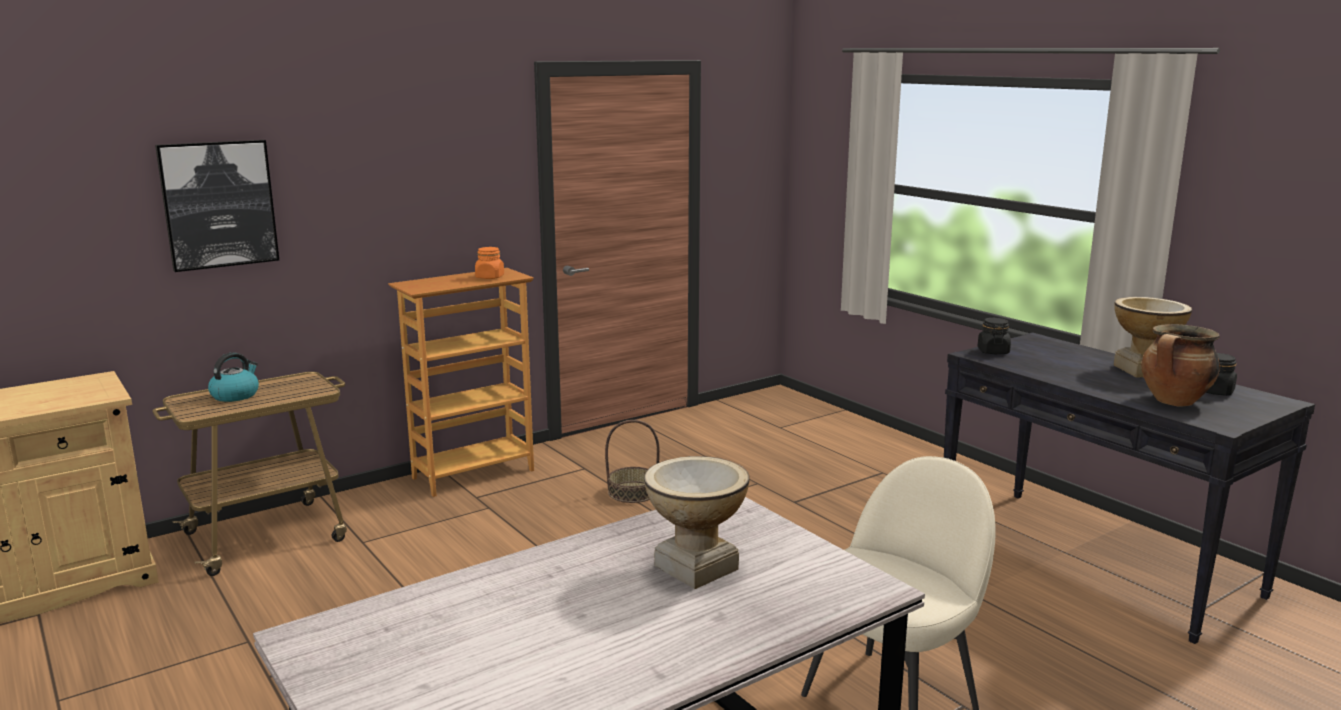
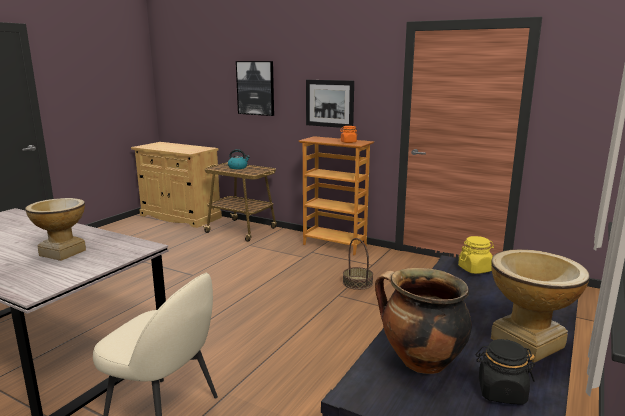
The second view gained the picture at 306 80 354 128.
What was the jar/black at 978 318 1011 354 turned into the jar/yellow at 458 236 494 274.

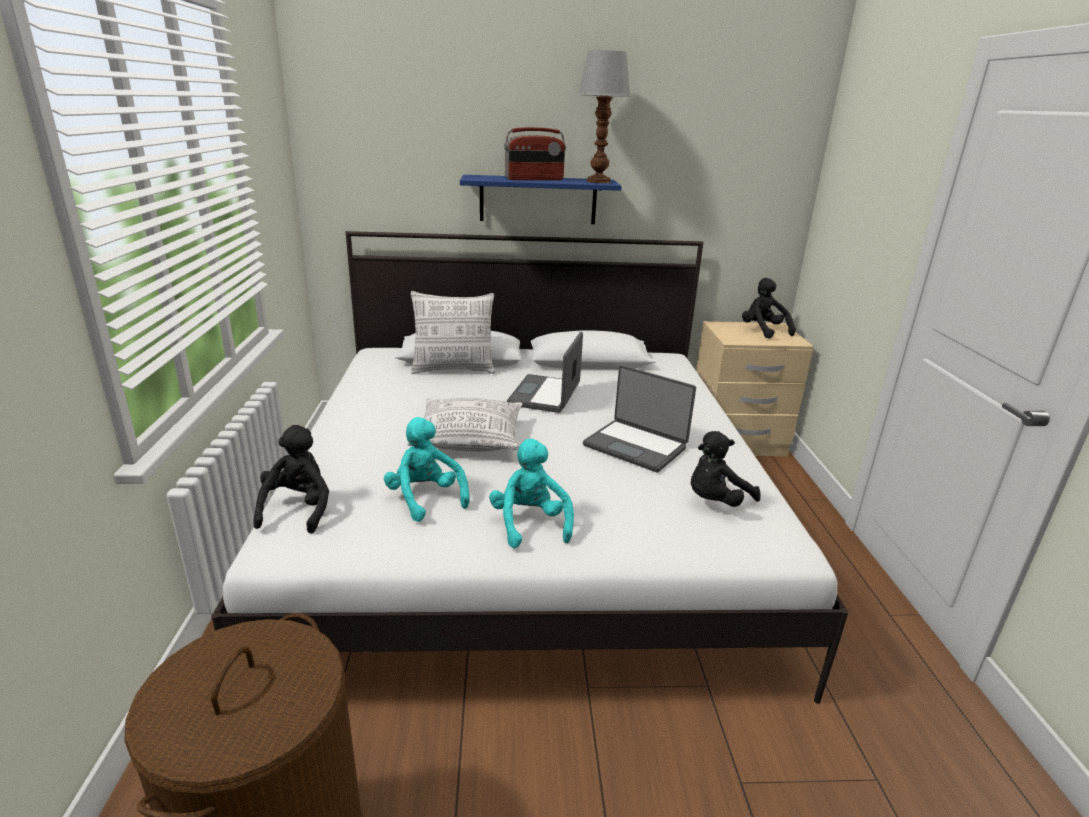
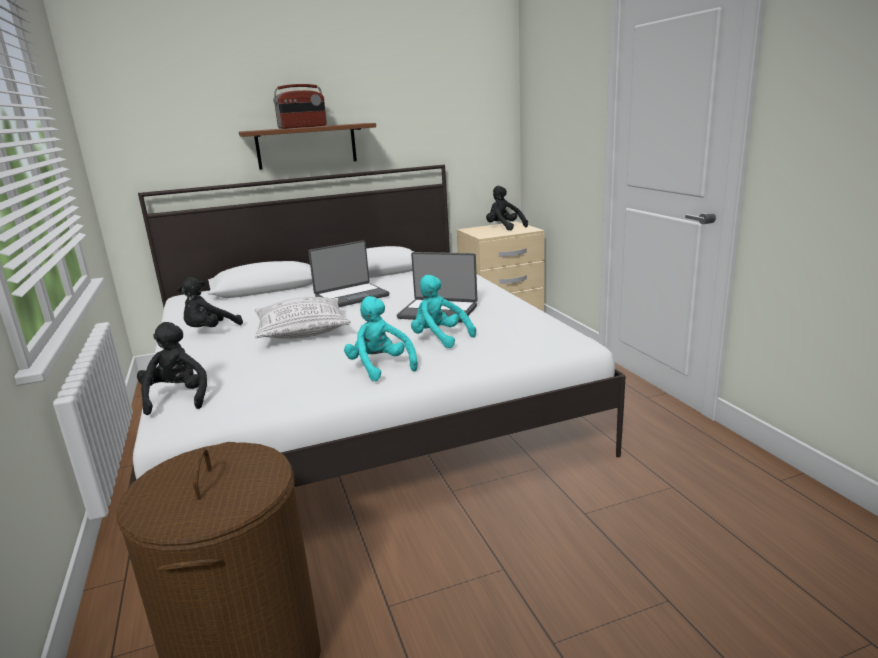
The second view lost the pillow at 411 291 495 374.
The second view lost the table lamp at 578 50 631 183.
The plush toy/turquoise ended up elsewhere, having gone from 384 417 470 522 to 411 275 476 348.
The plush toy/black ended up elsewhere, having gone from 691 431 761 507 to 177 277 243 327.
What was the shelf/blue at 460 175 622 224 turned into the shelf/brown at 239 123 376 170.
The laptop at 507 332 583 413 ended up facing another way, 120 degrees counterclockwise from before.

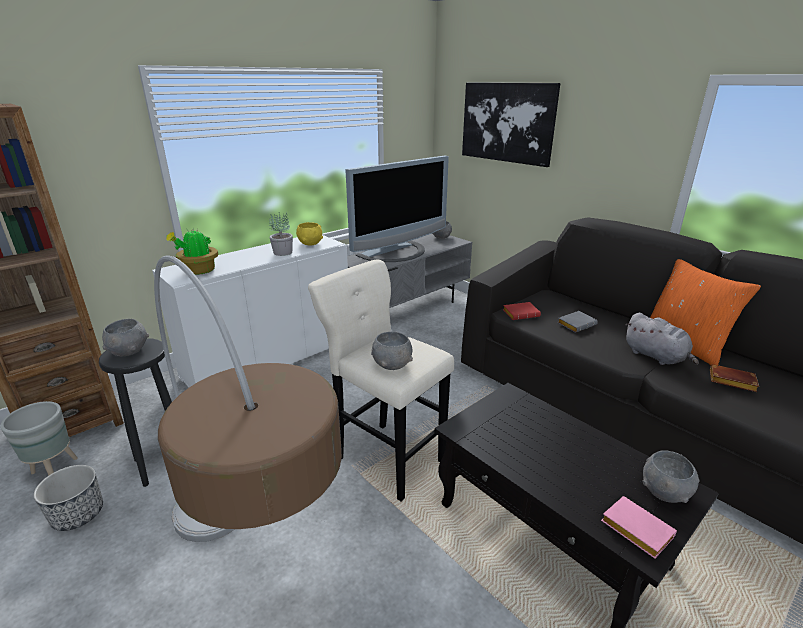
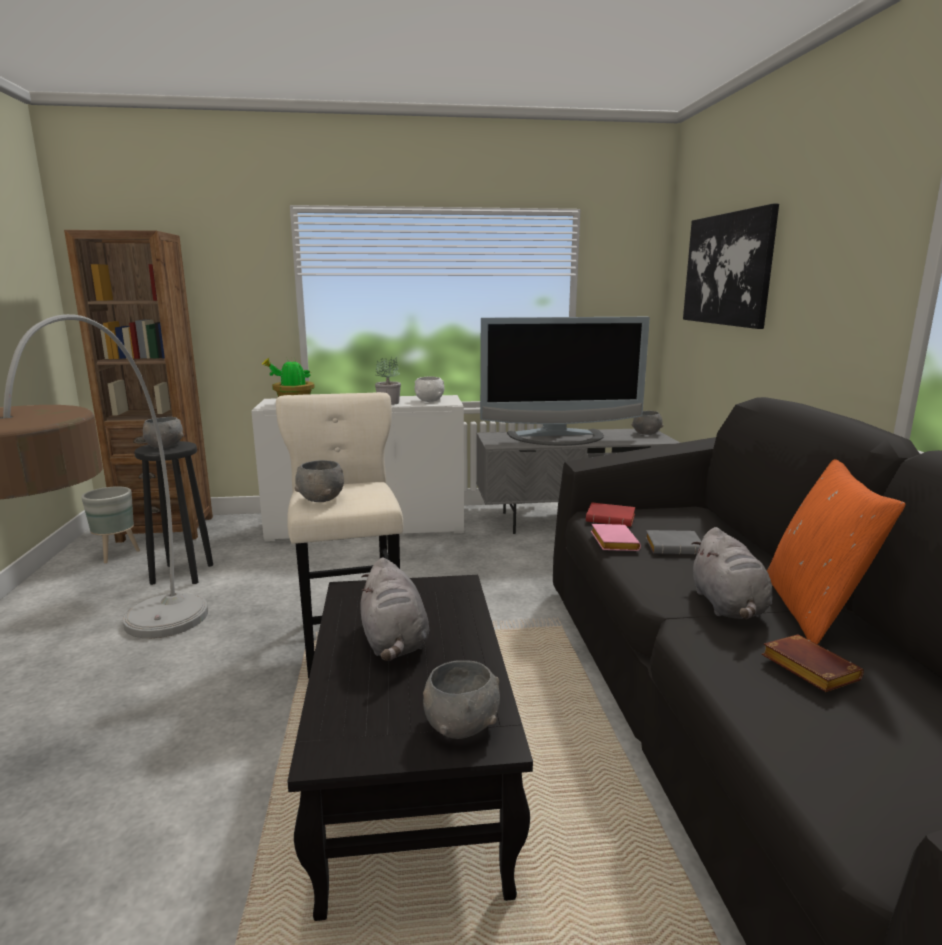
The second view lost the planter at 33 465 103 531.
The second view gained the plush toy/grey at 360 558 429 661.
The book/pink ended up elsewhere, having gone from 601 496 677 559 to 591 524 641 551.
What was the bowl/yellow at 296 222 323 246 turned into the bowl/white at 414 376 445 402.

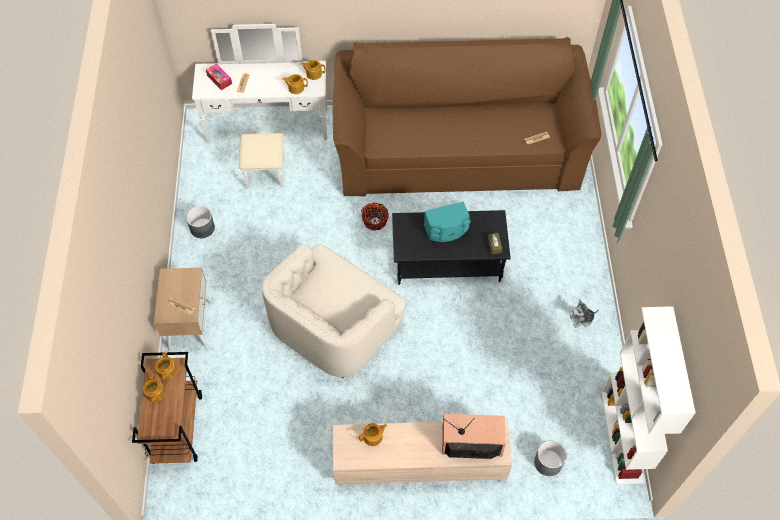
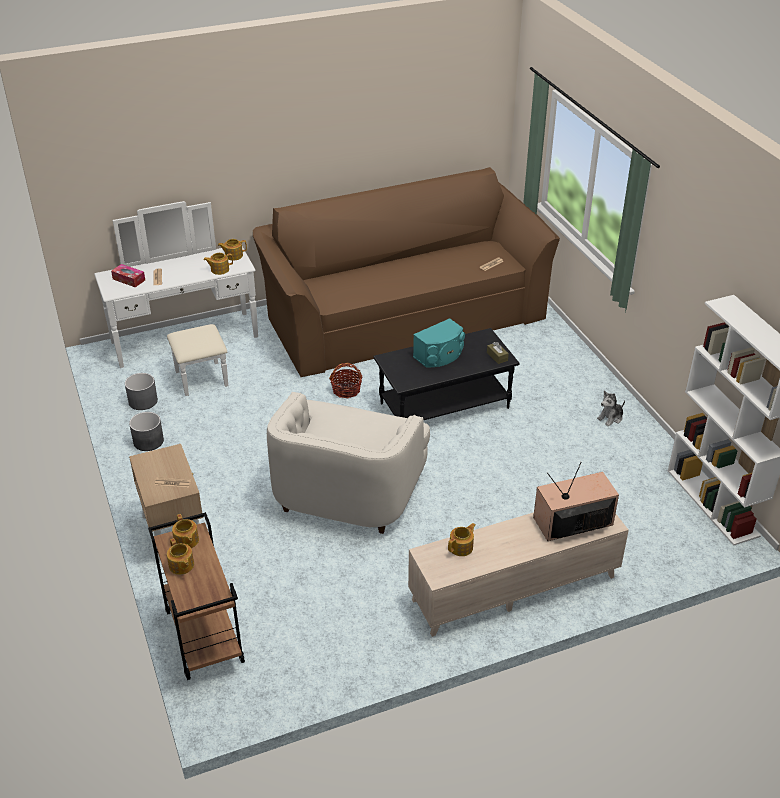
The planter/grey ended up elsewhere, having gone from 534 441 567 476 to 125 373 158 410.

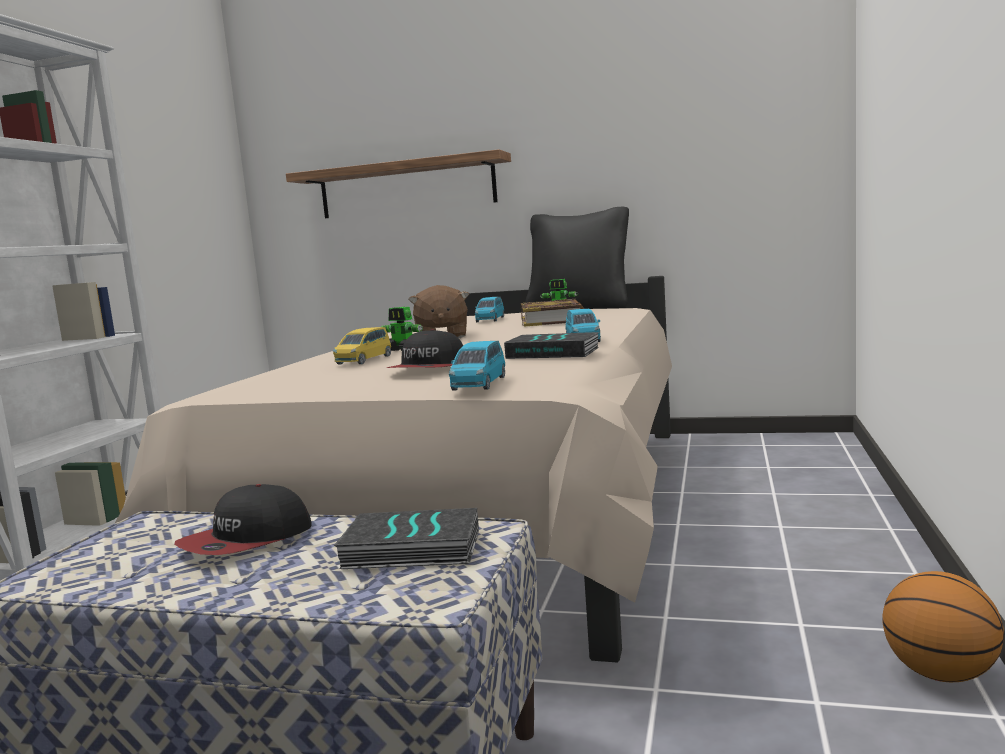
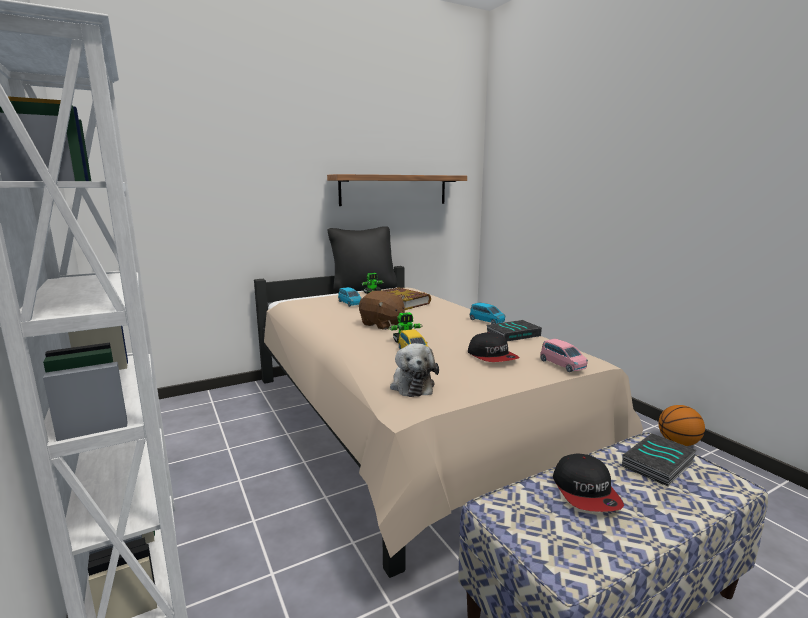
The second view gained the plush toy at 390 343 439 397.
The shelf ended up elsewhere, having gone from 286 149 511 218 to 327 174 467 206.
What was the toy car/blue at 449 341 505 391 turned into the toy car/pink at 540 339 588 372.

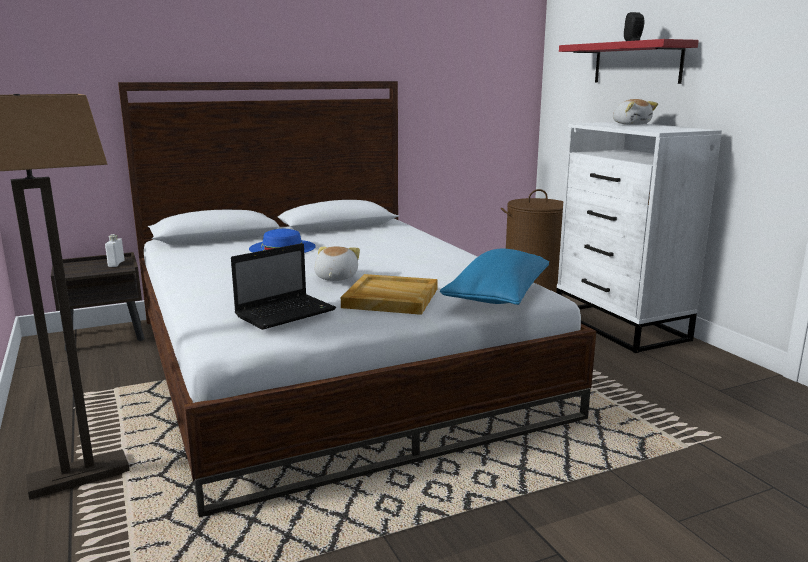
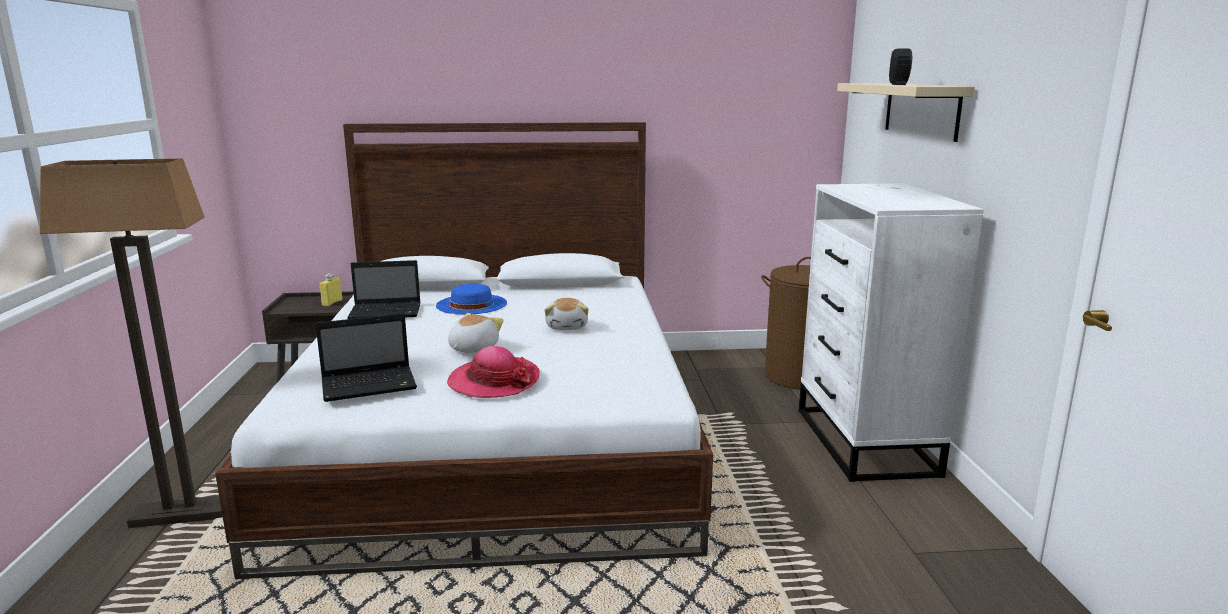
The second view lost the pillow/blue at 440 248 549 305.
The second view gained the laptop at 347 260 421 319.
The plush toy ended up elsewhere, having gone from 613 99 658 125 to 545 298 588 330.
Where the tray/beige stood at 341 274 438 315, the hat came to stand at 447 346 540 398.
What was the bottle/white at 105 234 125 267 turned into the bottle/yellow at 319 273 342 306.
What was the shelf/red at 559 39 699 84 turned into the shelf/beige at 837 83 975 142.

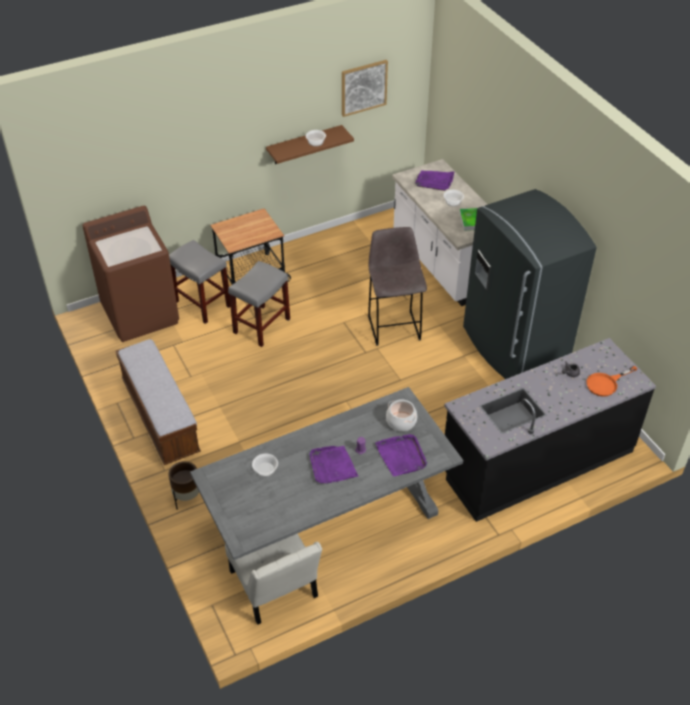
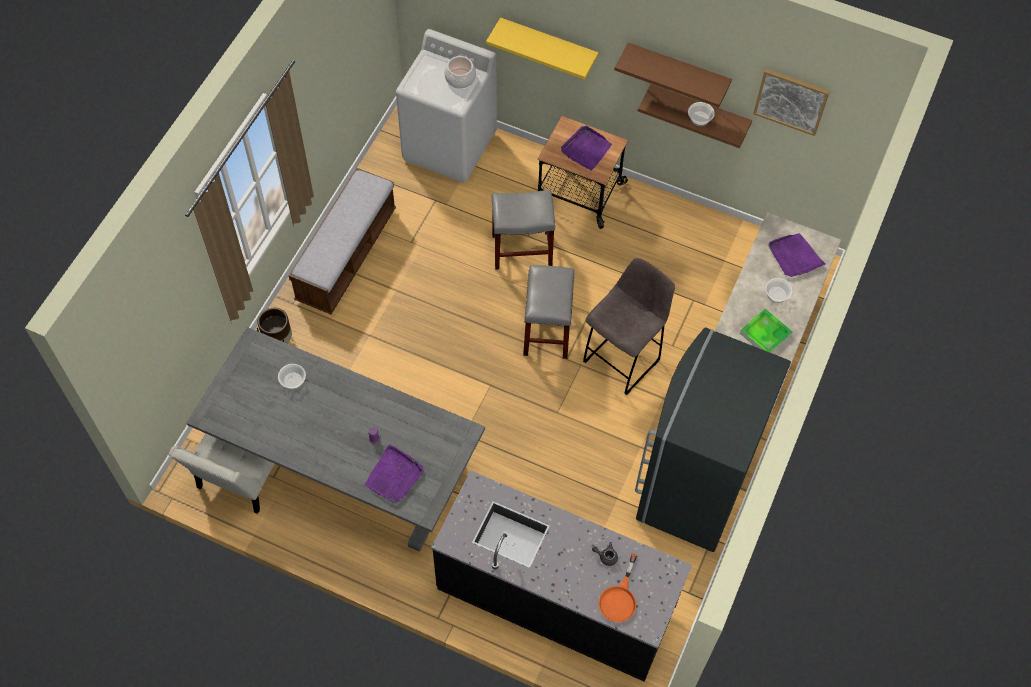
The second view gained the shelf/yellow at 486 18 599 80.
The second view gained the shelf/brown at 614 43 732 108.
The stool/grey ended up elsewhere, having gone from 169 240 230 324 to 523 265 574 359.
The tray/purple ended up elsewhere, having gone from 309 446 358 483 to 561 126 612 171.
The cooking pot ended up elsewhere, having gone from 386 399 417 432 to 444 55 476 89.
What was the washing machine/brown at 82 206 179 342 turned into the washing machine/white at 396 29 497 183.
The frying pan/orange at 586 366 637 397 ended up facing another way, 90 degrees counterclockwise from before.

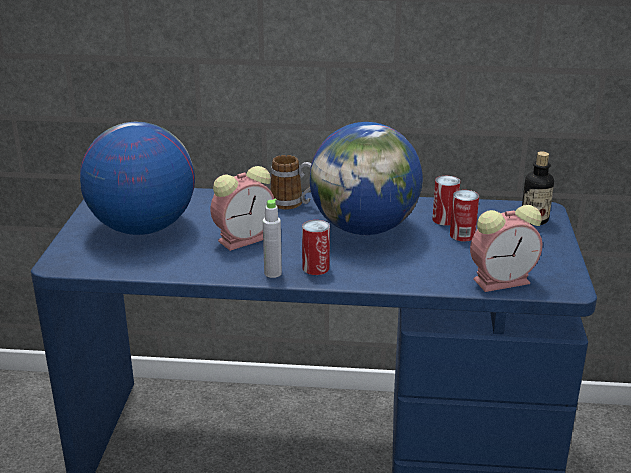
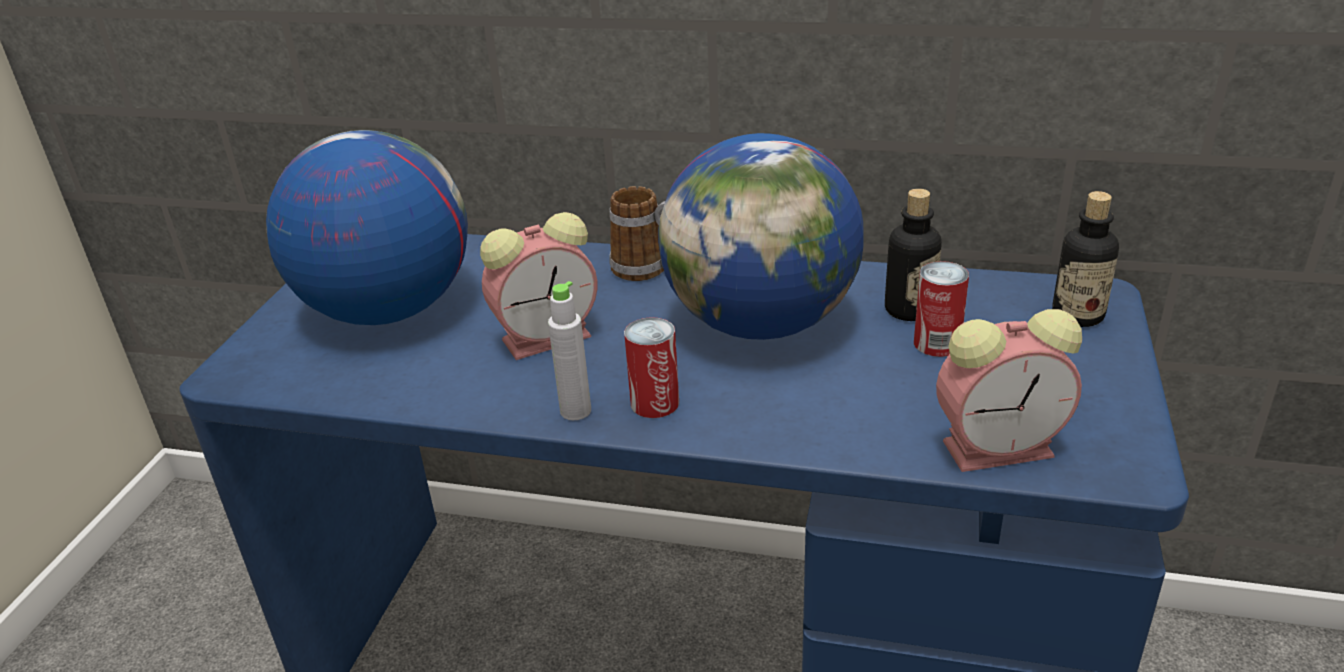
Where the can stood at 432 176 460 226, the bottle came to stand at 885 188 942 321.

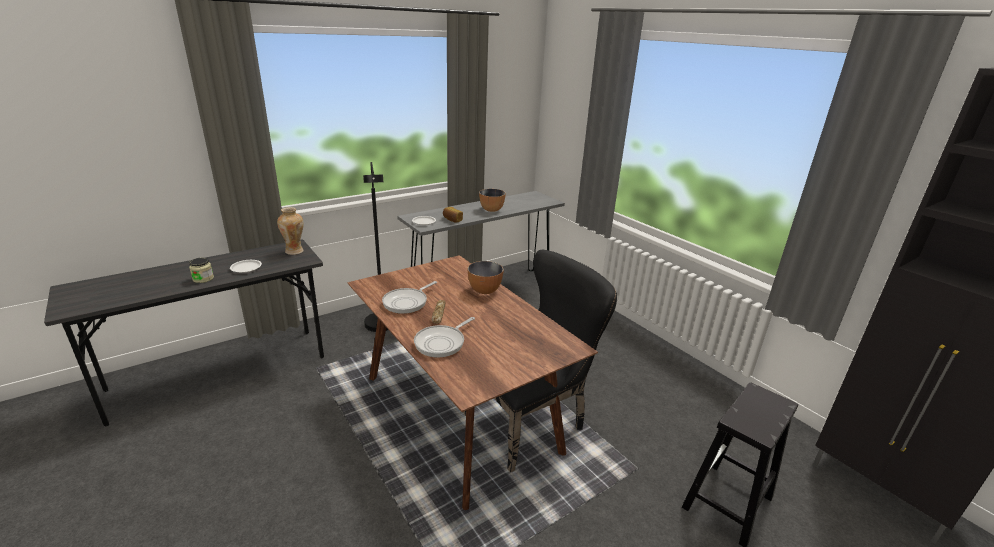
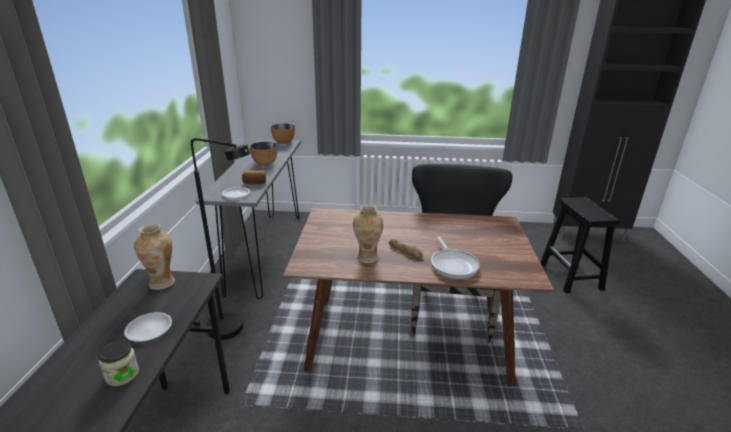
The bowl ended up elsewhere, having gone from 468 261 504 294 to 271 123 295 144.
Where the frying pan stood at 382 281 437 314, the vase came to stand at 353 205 383 264.

